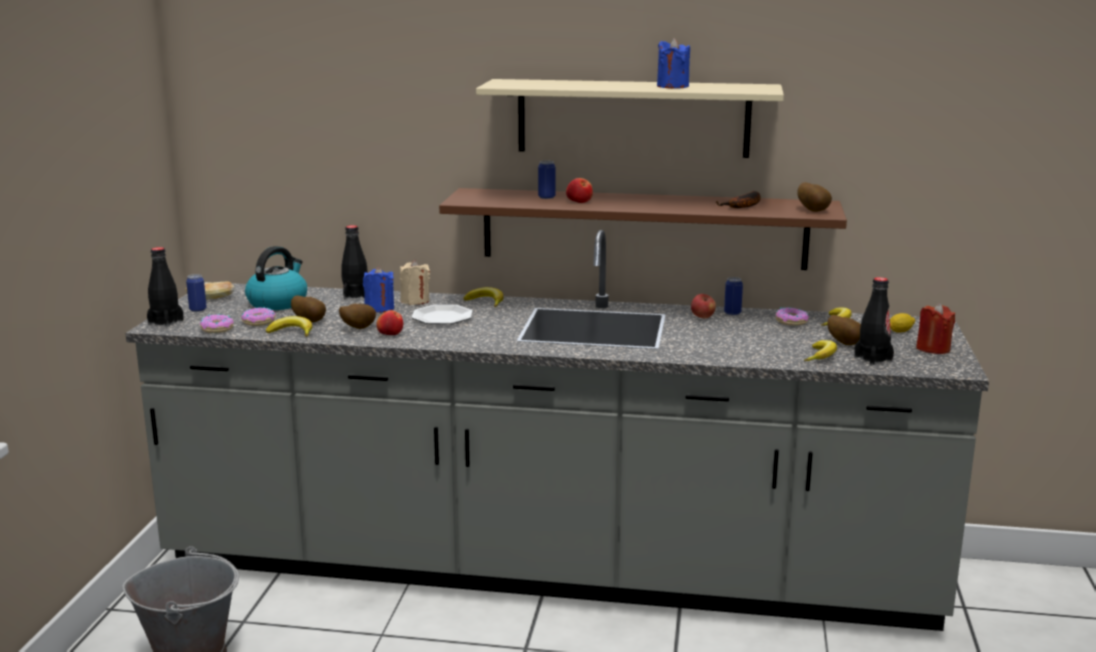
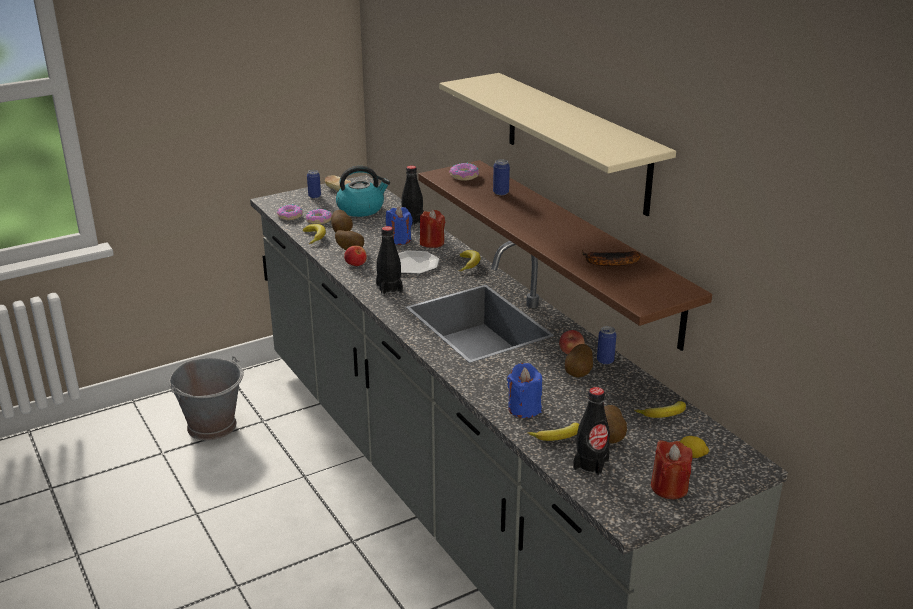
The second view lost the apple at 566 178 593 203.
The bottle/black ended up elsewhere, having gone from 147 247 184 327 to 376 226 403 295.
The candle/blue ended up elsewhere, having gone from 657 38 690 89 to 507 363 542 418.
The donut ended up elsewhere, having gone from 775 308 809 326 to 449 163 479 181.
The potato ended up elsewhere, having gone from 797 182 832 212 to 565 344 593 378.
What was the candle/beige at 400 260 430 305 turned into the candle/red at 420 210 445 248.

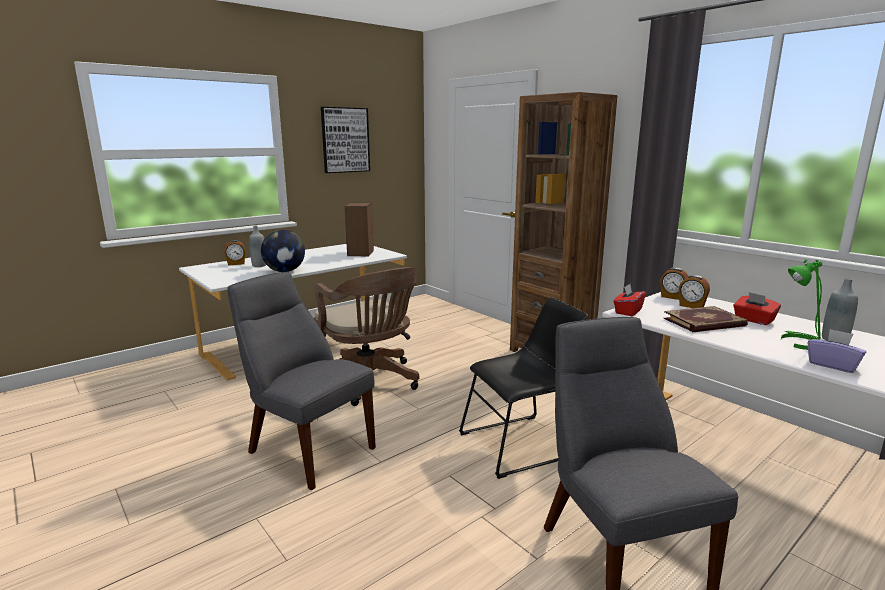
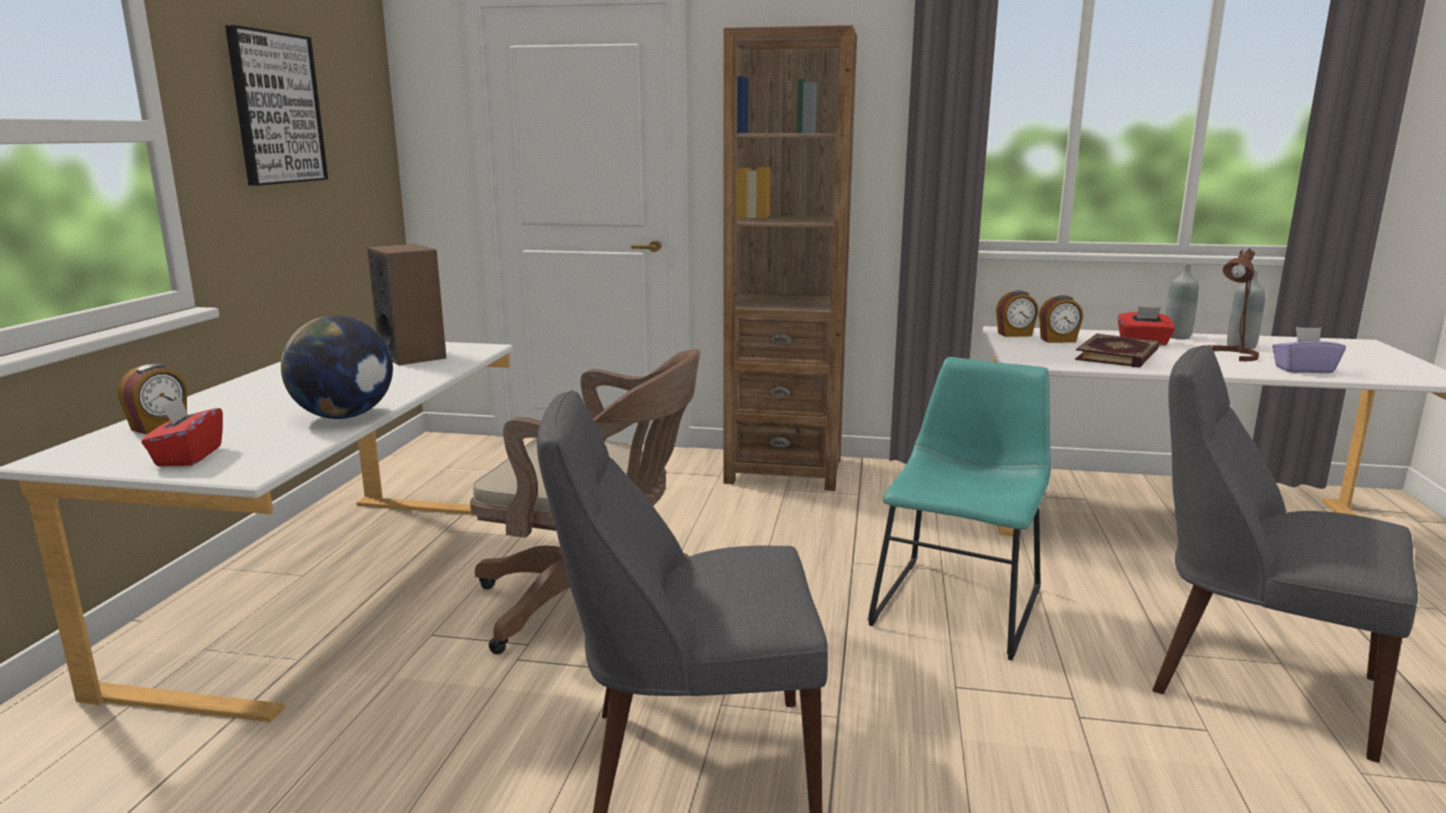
The bottle/grey ended up elsewhere, having gone from 249 225 266 267 to 1165 263 1199 339.
The tissue box/red ended up elsewhere, having gone from 613 284 646 316 to 141 397 223 466.
What was the chair/black at 459 298 588 479 turned into the chair/turquoise at 868 357 1051 660.
What was the table lamp/green at 781 260 822 350 turned into the table lamp/brown at 1202 249 1259 361.

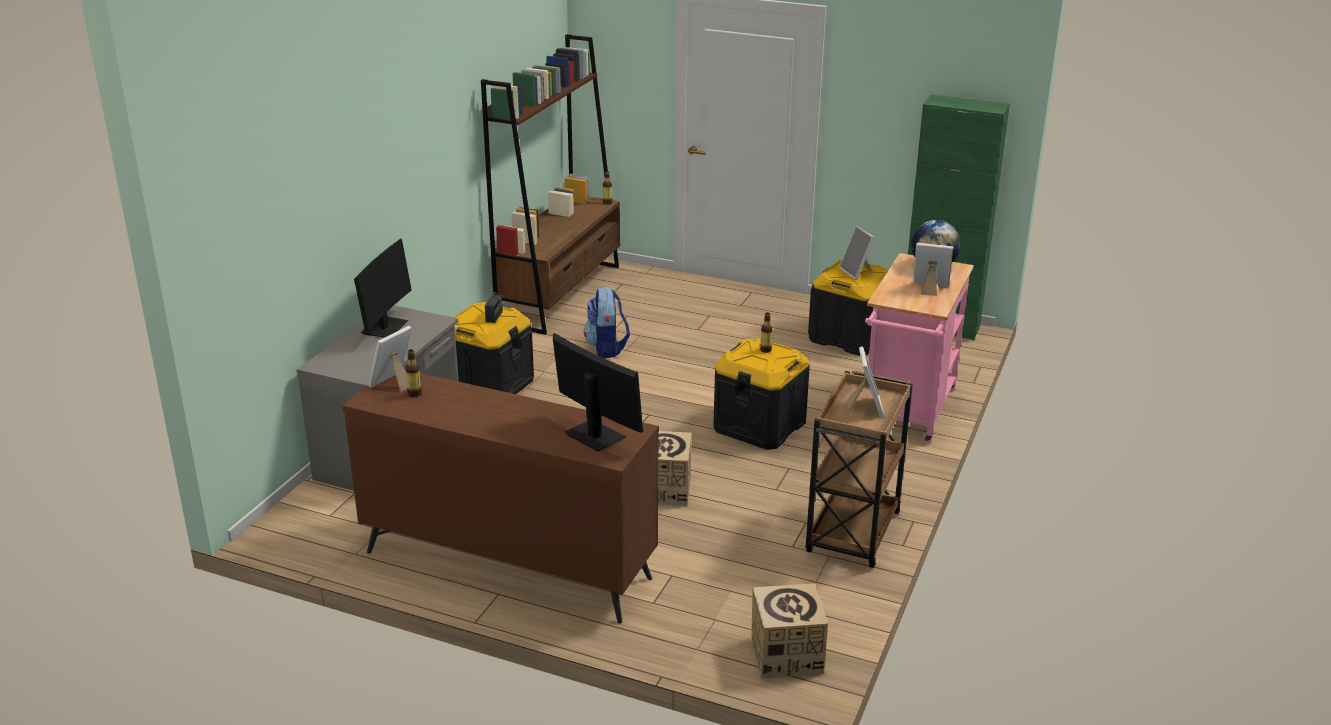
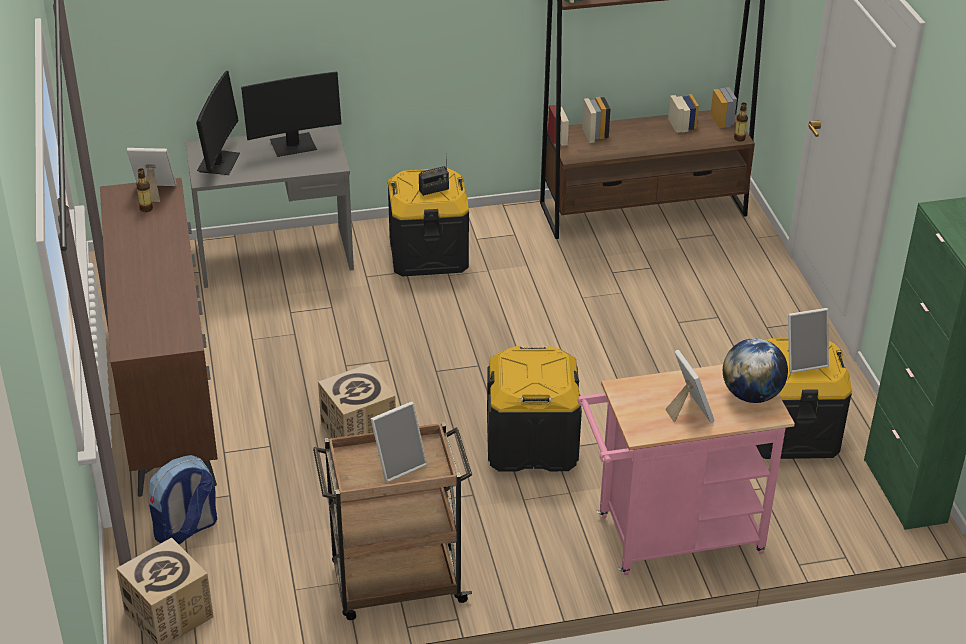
The second view lost the bottle at 760 312 773 353.
The monitor ended up elsewhere, having gone from 553 333 643 452 to 196 71 240 175.
The backpack ended up elsewhere, having gone from 584 287 630 359 to 149 455 217 544.
The picture frame at 839 225 875 280 ended up facing another way, 135 degrees counterclockwise from before.

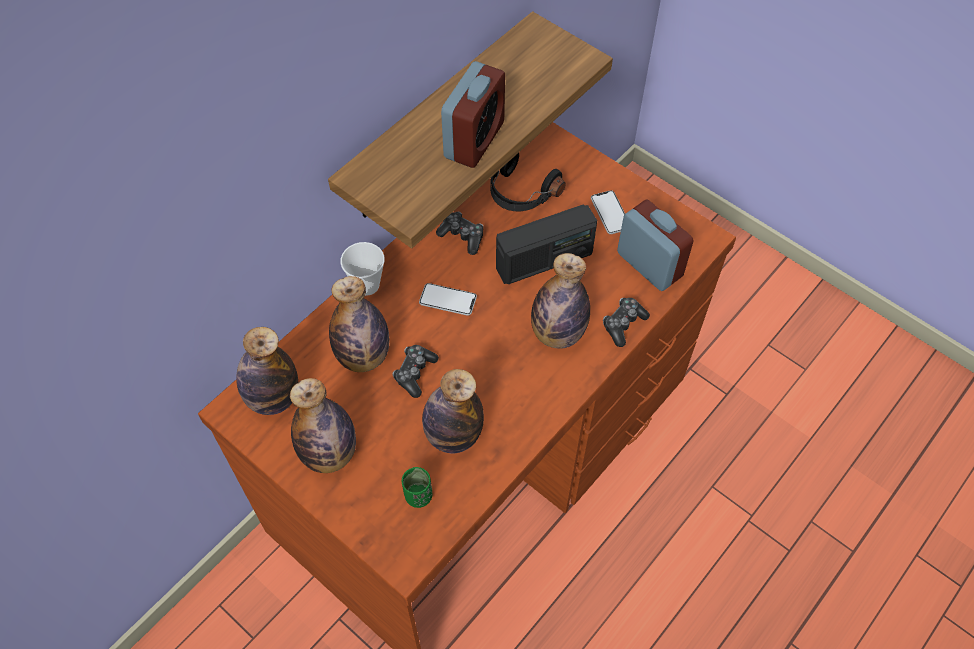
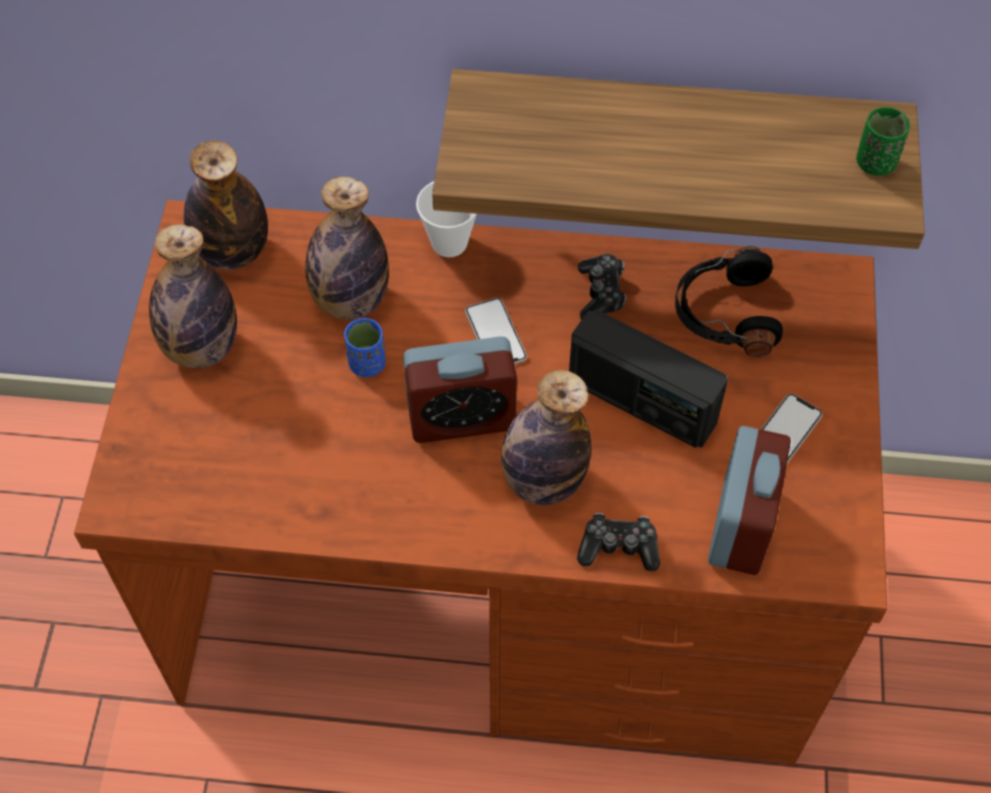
The second view lost the bottle at 422 369 484 453.
The cup/green ended up elsewhere, having gone from 402 467 432 508 to 856 107 910 176.
The alarm clock ended up elsewhere, having gone from 441 61 505 168 to 403 336 517 443.
Where the game controller stood at 392 345 439 398, the cup/blue came to stand at 344 318 385 377.

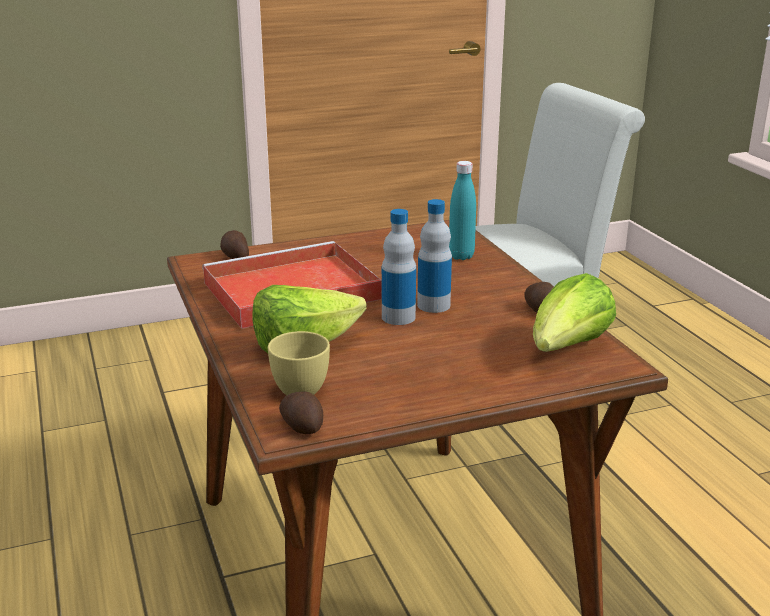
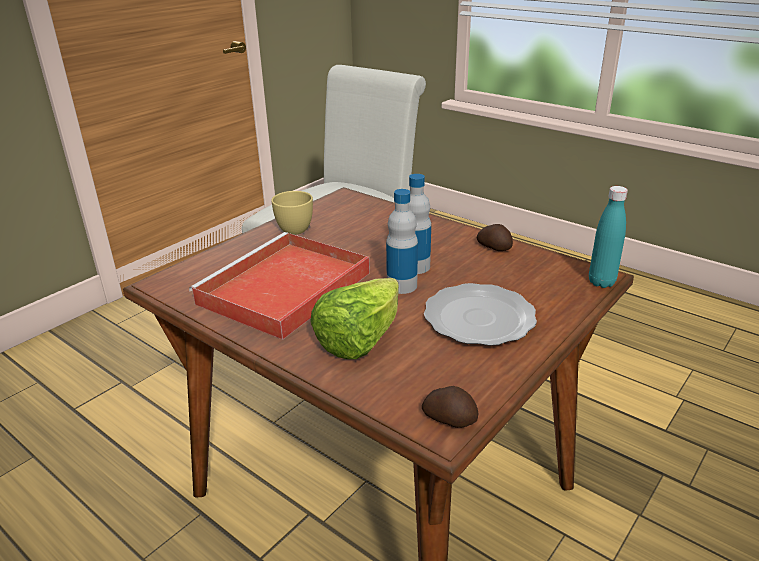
The second view lost the potato at 220 230 249 259.
The second view lost the lettuce at 533 273 616 352.
The second view gained the plate at 424 283 537 346.
The cup/yellow ended up elsewhere, having gone from 268 331 330 395 to 271 191 313 235.
The bottle/turquoise ended up elsewhere, having gone from 449 161 476 260 to 589 186 628 288.

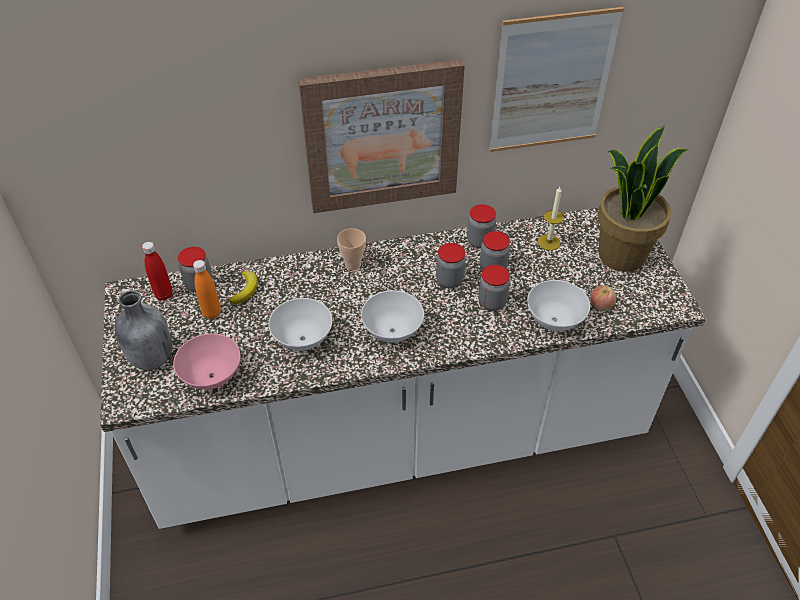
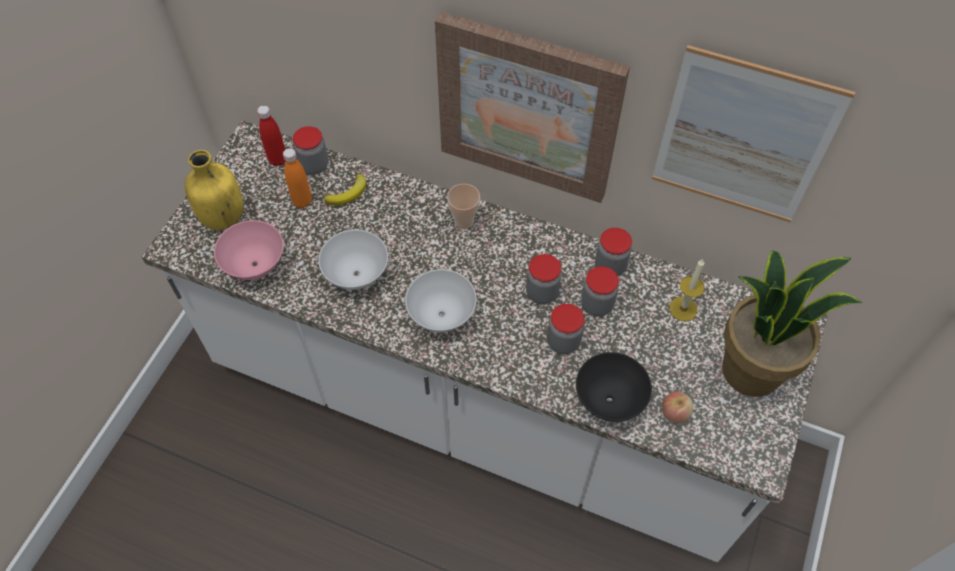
What was the bottle/grey at 115 290 172 370 turned into the bottle/yellow at 185 150 244 230.
What was the bowl/white at 527 280 590 331 turned into the bowl/black at 576 352 652 422.

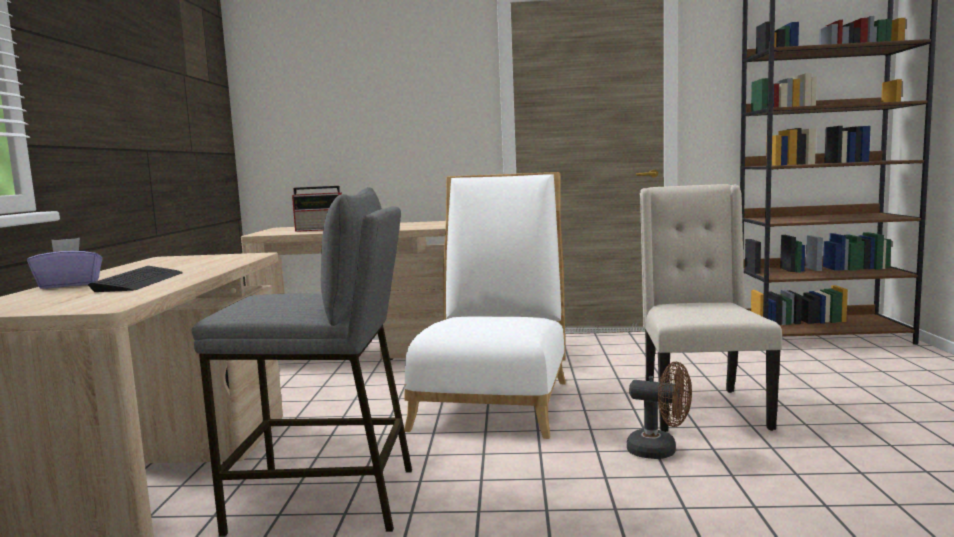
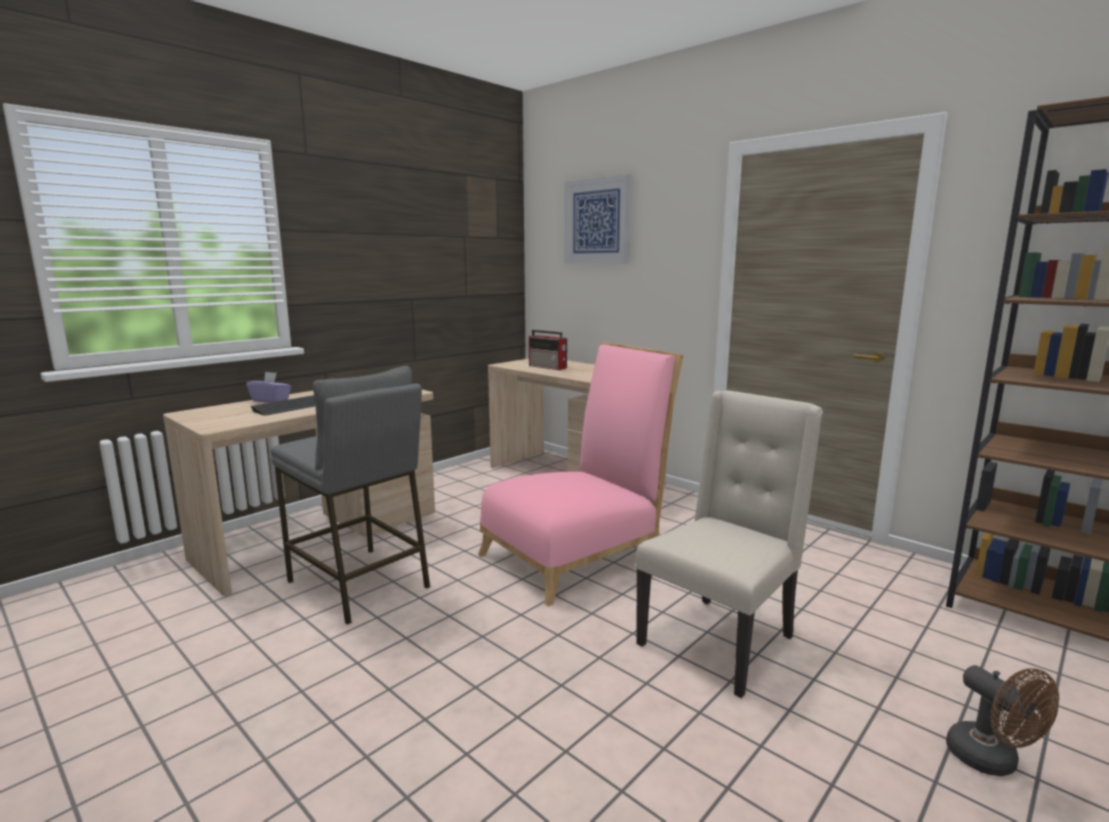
The second view gained the picture at 564 174 632 264.
The fan/brown ended up elsewhere, having gone from 627 362 692 459 to 946 665 1059 776.
What was the chair/white at 404 172 566 439 turned into the chair/pink at 478 342 684 606.

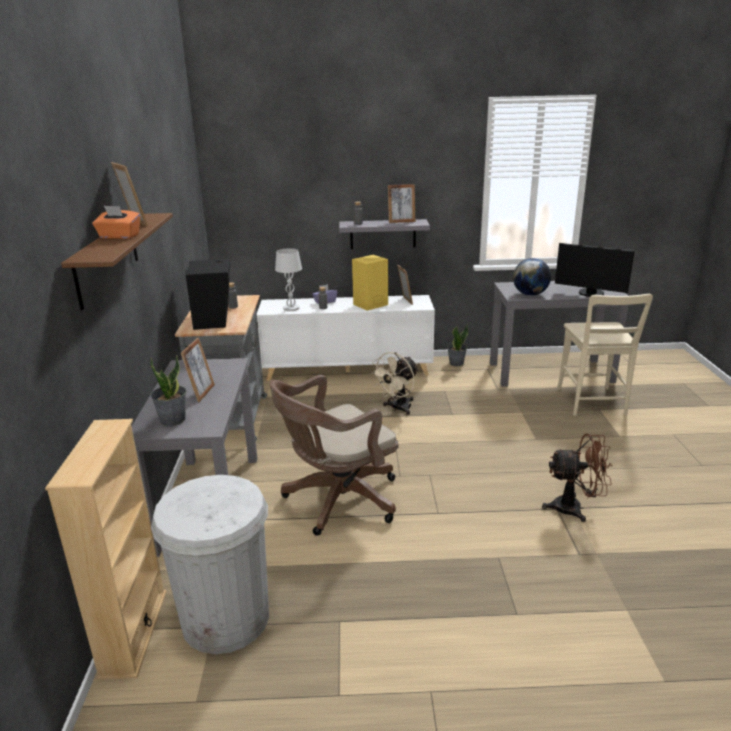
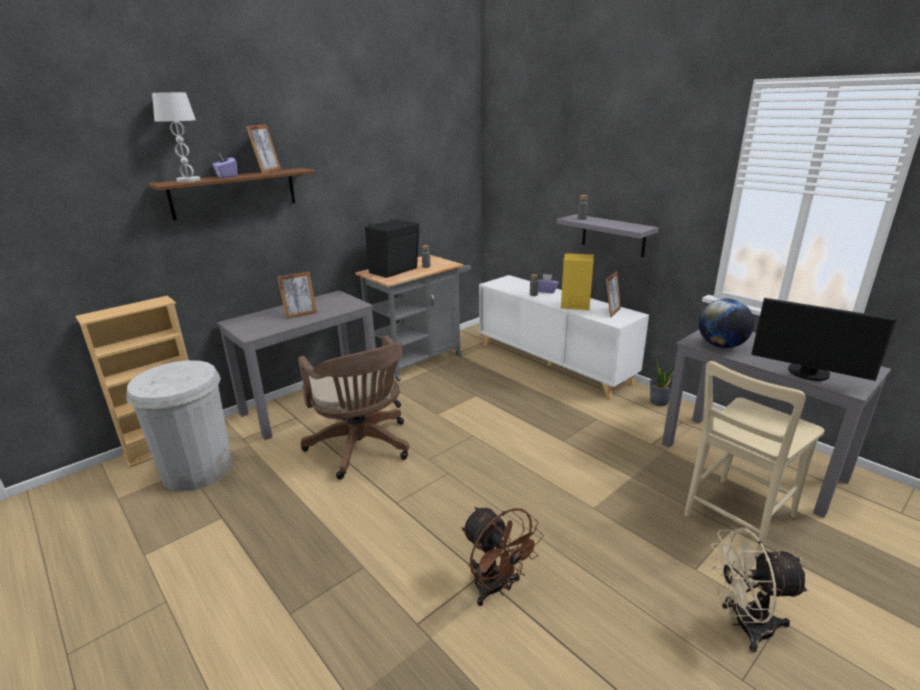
The second view lost the potted plant at 150 355 186 426.
The second view lost the picture frame at 388 184 415 223.
The table lamp/white ended up elsewhere, having gone from 275 248 302 311 to 152 92 200 182.
The fan/beige ended up elsewhere, having gone from 370 352 419 415 to 711 528 809 652.
What was the tissue box/orange at 92 206 140 239 turned into the tissue box/purple at 212 153 237 178.
The office chair/brown at 269 375 398 536 ended up facing another way, 135 degrees counterclockwise from before.
The monitor at 555 243 634 297 ended up facing another way, 45 degrees counterclockwise from before.

